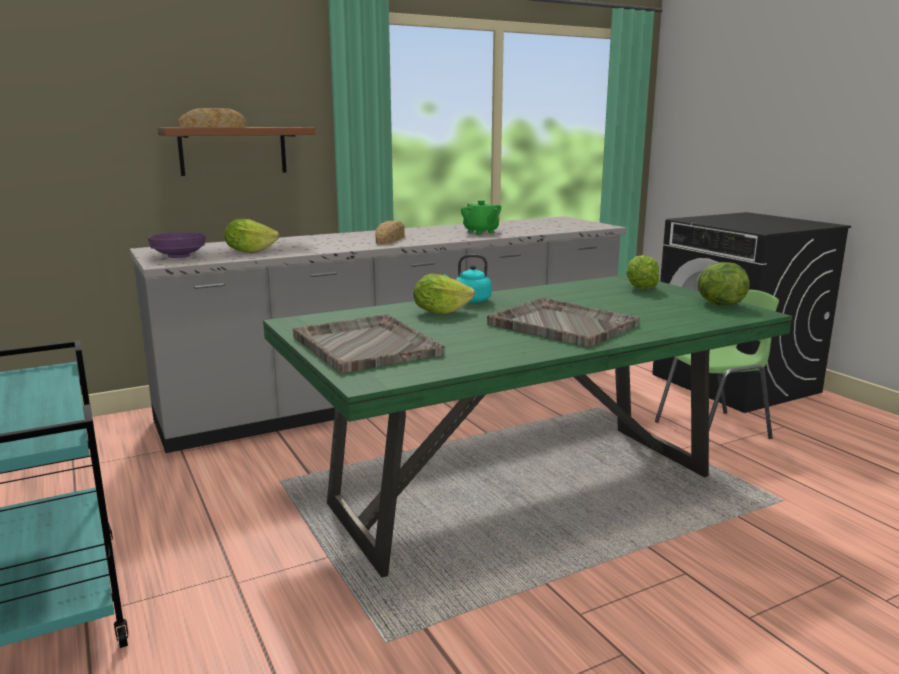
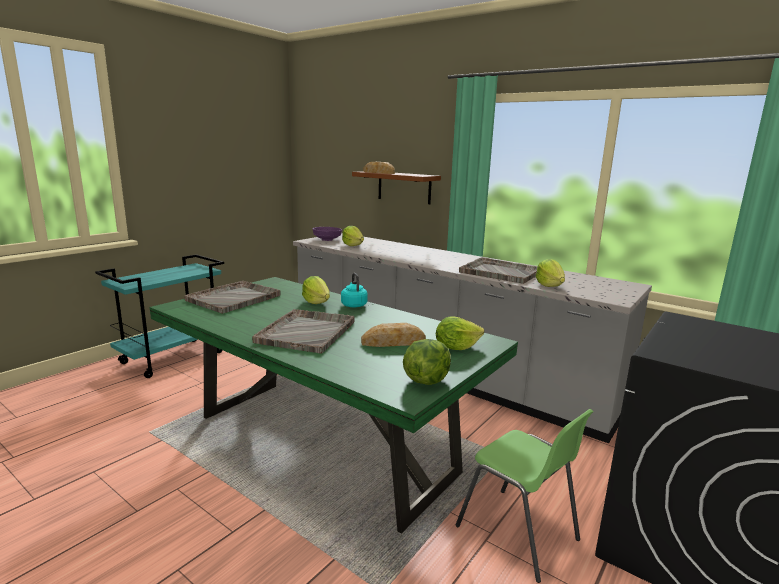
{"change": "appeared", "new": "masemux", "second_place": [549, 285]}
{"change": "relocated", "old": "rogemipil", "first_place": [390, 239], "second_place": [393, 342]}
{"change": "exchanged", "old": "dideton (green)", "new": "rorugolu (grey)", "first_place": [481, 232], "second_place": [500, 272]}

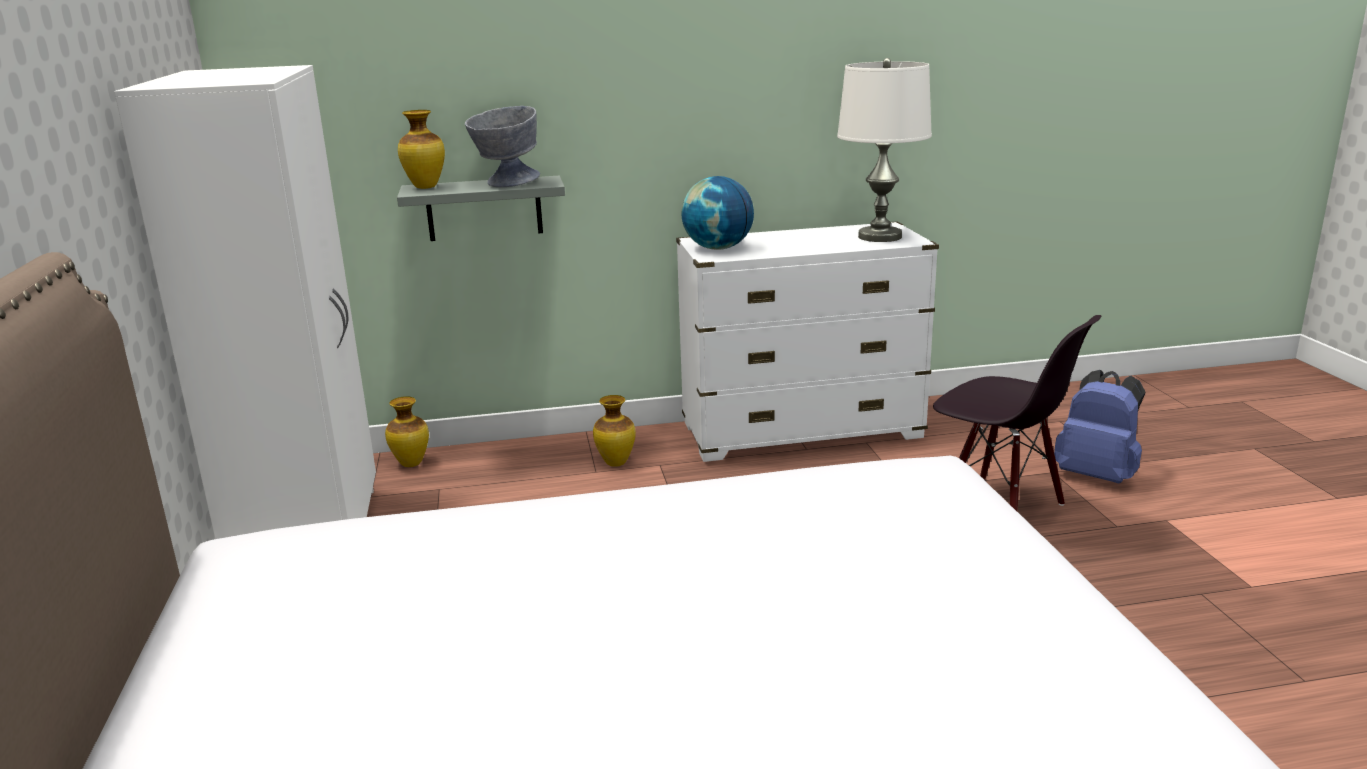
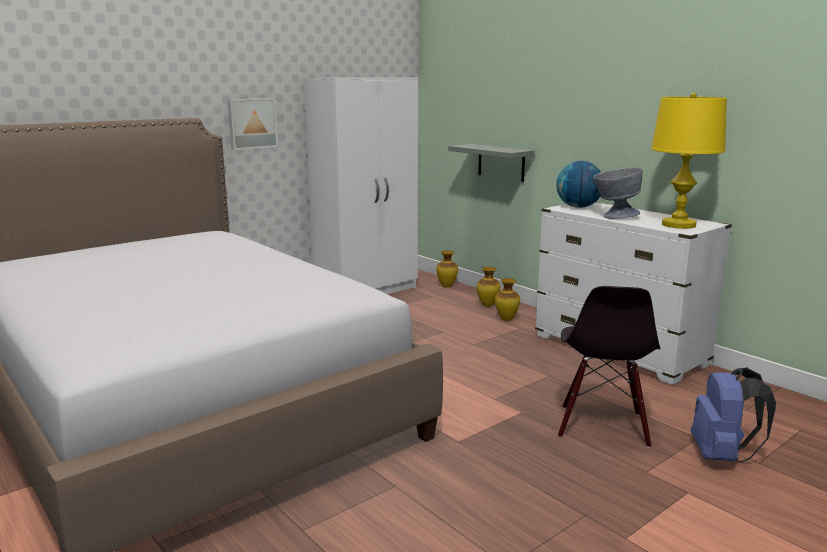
{"change": "appeared", "new": "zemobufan", "second_place": [252, 123]}
{"change": "relocated", "old": "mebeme", "first_place": [426, 187], "second_place": [488, 305]}
{"change": "relocated", "old": "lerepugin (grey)", "first_place": [507, 184], "second_place": [614, 217]}
{"change": "colour", "old": "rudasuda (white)", "new": "rudasuda (yellow)", "first_place": [880, 237], "second_place": [679, 225]}

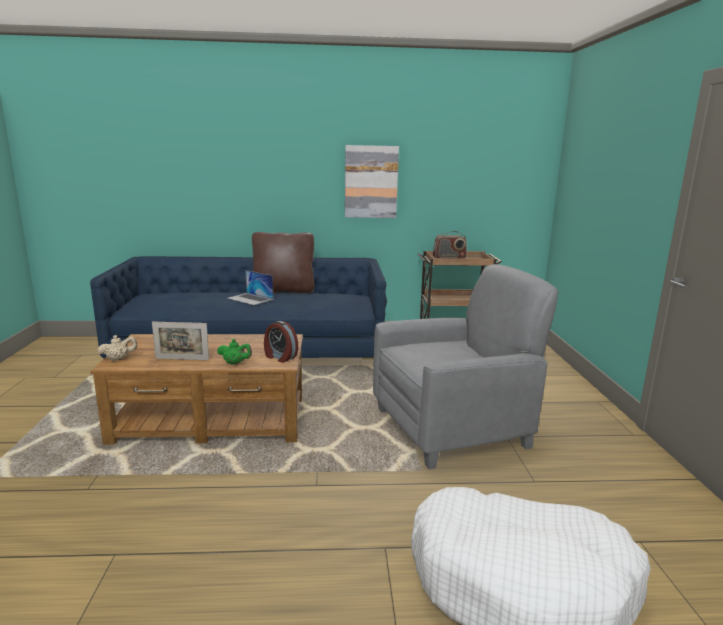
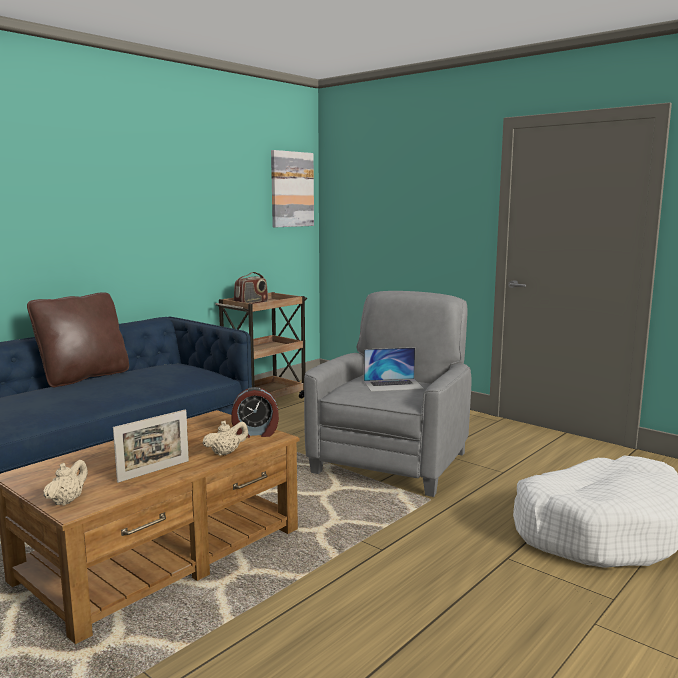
{"change": "relocated", "old": "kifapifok", "first_place": [250, 299], "second_place": [393, 385]}
{"change": "relocated", "old": "zemobufan", "first_place": [371, 182], "second_place": [291, 189]}
{"change": "colour", "old": "dideton (green)", "new": "dideton (beige)", "first_place": [235, 363], "second_place": [226, 453]}

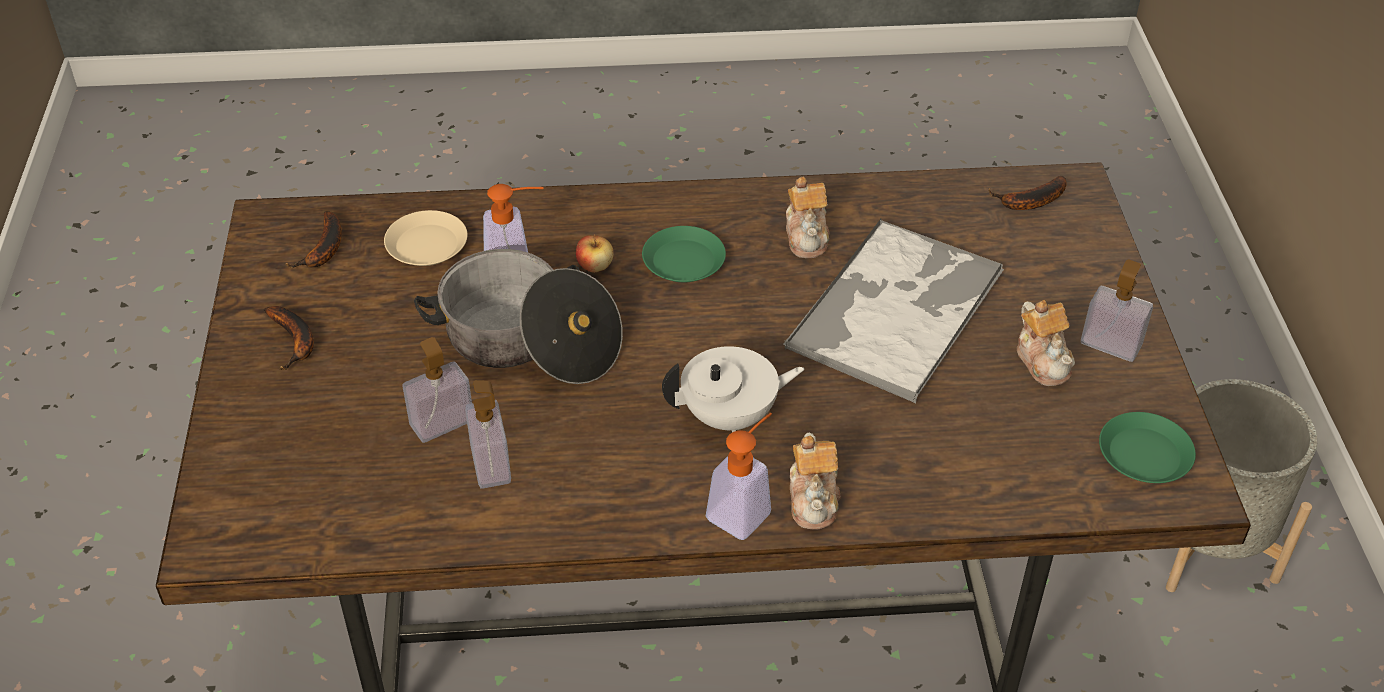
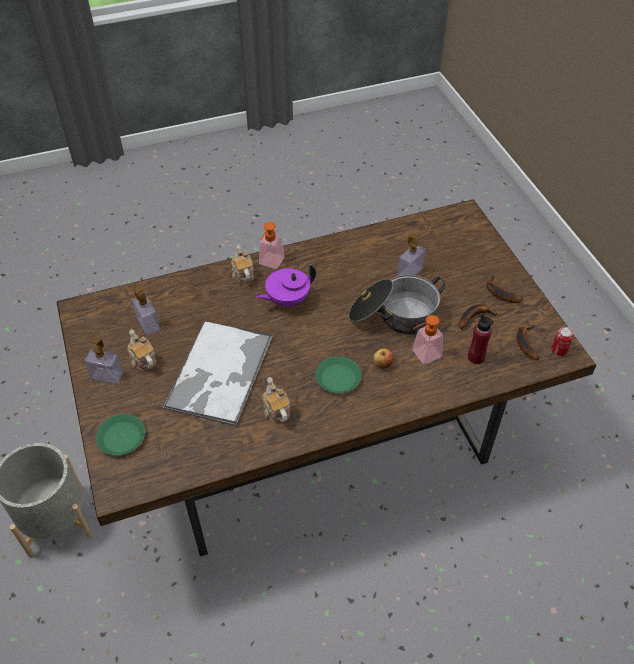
{"change": "appeared", "new": "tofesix", "second_place": [558, 350]}
{"change": "relocated", "old": "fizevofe", "first_place": [491, 465], "second_place": [148, 324]}
{"change": "relocated", "old": "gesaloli", "first_place": [1029, 202], "second_place": [474, 317]}
{"change": "relocated", "old": "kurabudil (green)", "first_place": [1145, 454], "second_place": [121, 437]}
{"change": "exchanged", "old": "kurabudil (beige)", "new": "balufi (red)", "first_place": [426, 245], "second_place": [476, 357]}
{"change": "colour", "old": "dideton (white)", "new": "dideton (purple)", "first_place": [730, 416], "second_place": [287, 300]}

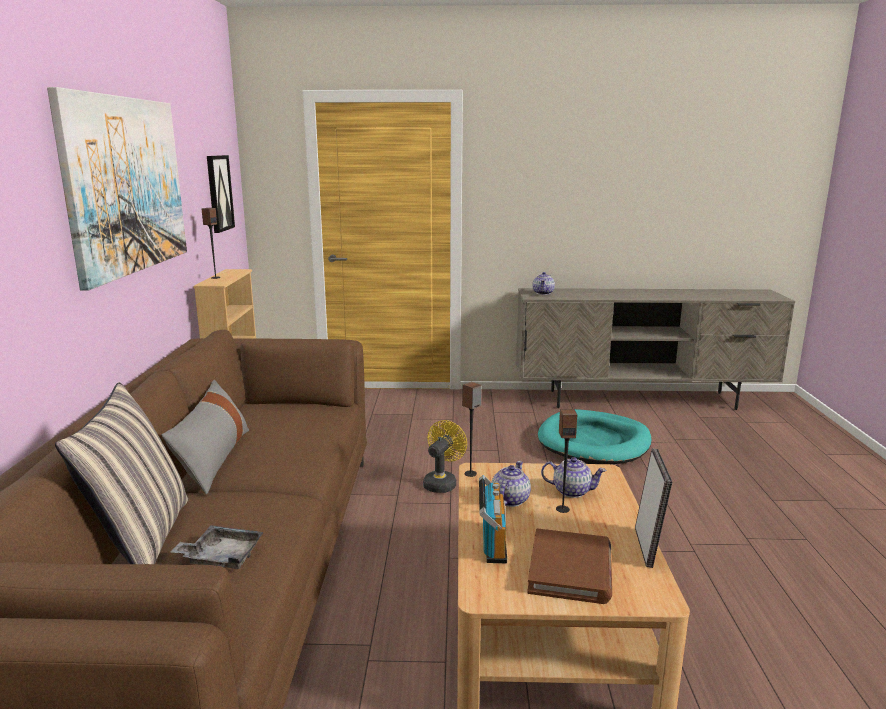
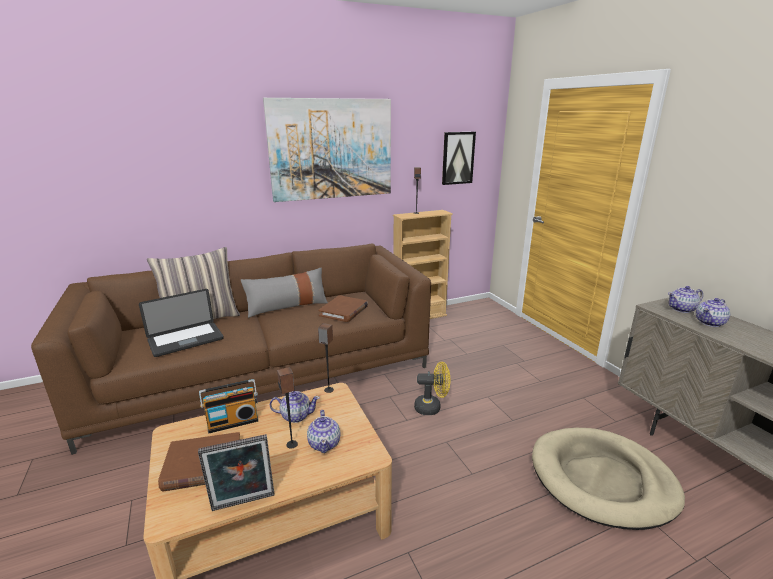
{"change": "appeared", "new": "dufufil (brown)", "second_place": [344, 311]}
{"change": "appeared", "new": "dideton", "second_place": [710, 323]}
{"change": "exchanged", "old": "rorugolu (grey)", "new": "kifapifok", "first_place": [221, 556], "second_place": [186, 340]}
{"change": "colour", "old": "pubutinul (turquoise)", "new": "pubutinul (beige)", "first_place": [594, 442], "second_place": [602, 480]}

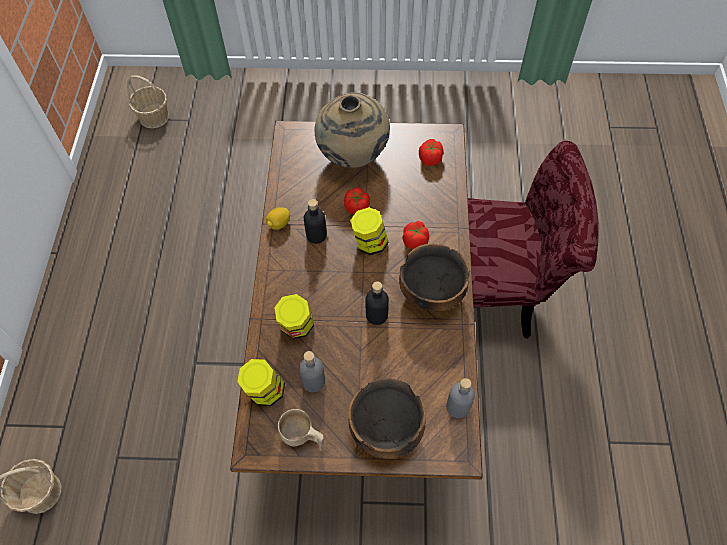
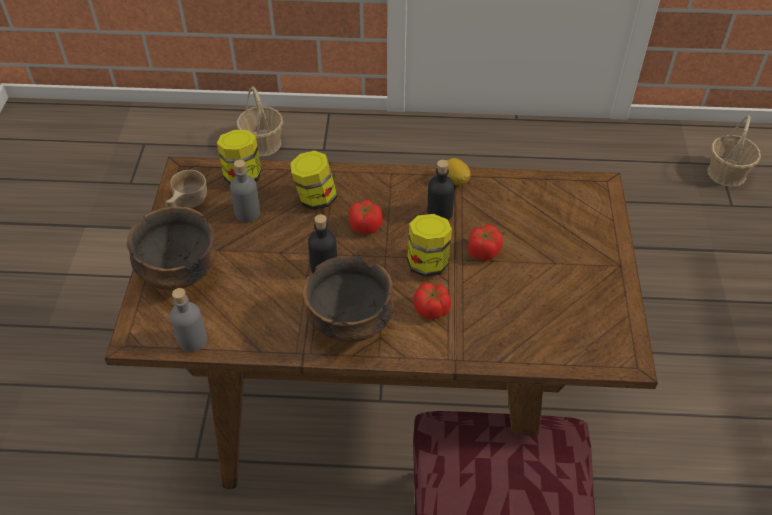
{"change": "missing", "old": "mebeme (beige)", "first_place": [353, 158]}
{"change": "relocated", "old": "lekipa", "first_place": [430, 159], "second_place": [365, 226]}

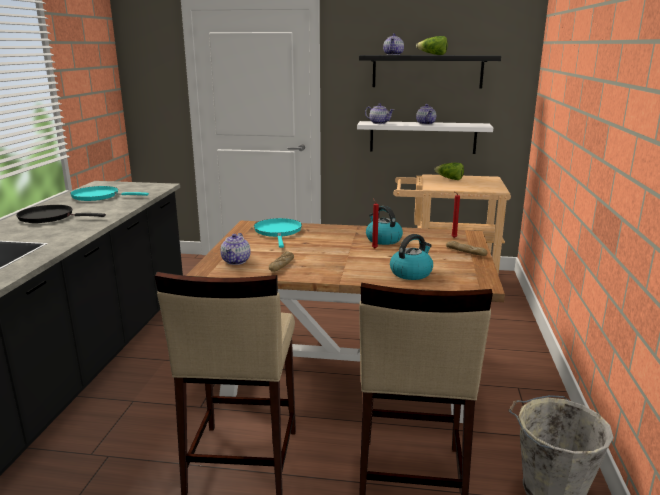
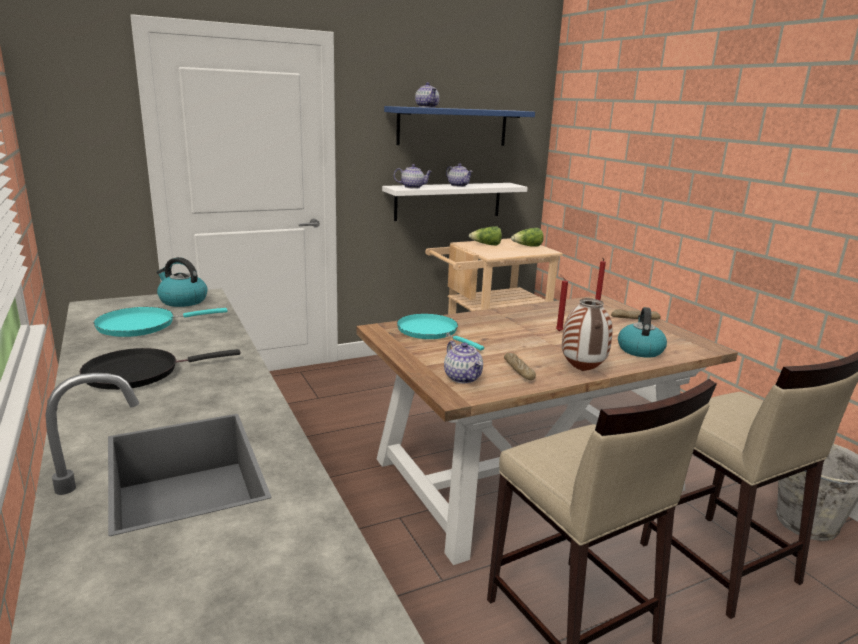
{"change": "appeared", "new": "mebeme", "second_place": [581, 370]}
{"change": "relocated", "old": "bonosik", "first_place": [383, 239], "second_place": [182, 301]}
{"change": "relocated", "old": "masemux", "first_place": [433, 54], "second_place": [527, 246]}
{"change": "colour", "old": "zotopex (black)", "new": "zotopex (blue)", "first_place": [427, 71], "second_place": [453, 127]}

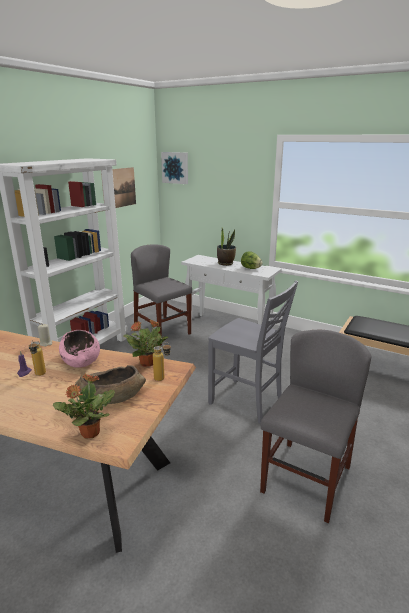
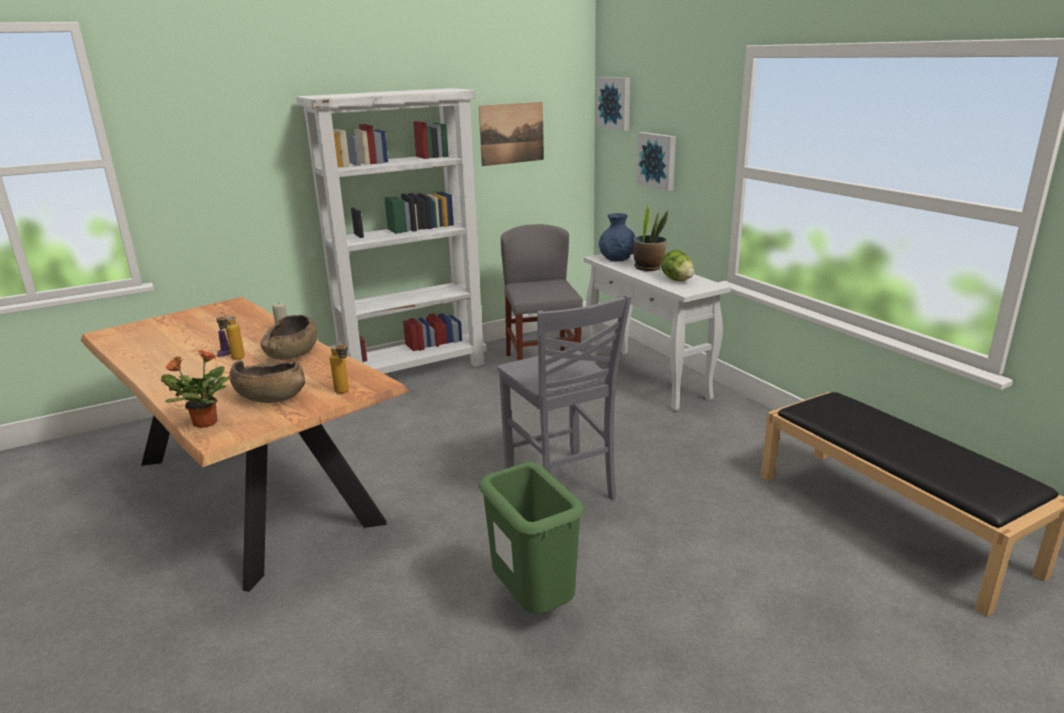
{"change": "missing", "old": "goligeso", "first_place": [147, 363]}
{"change": "appeared", "new": "mebeme (blue)", "second_place": [617, 258]}
{"change": "appeared", "new": "zemobufan", "second_place": [658, 160]}
{"change": "exchanged", "old": "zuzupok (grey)", "new": "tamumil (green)", "first_place": [306, 479], "second_place": [534, 604]}
{"change": "colour", "old": "lerepugin (pink)", "new": "lerepugin (brown)", "first_place": [81, 360], "second_place": [292, 353]}

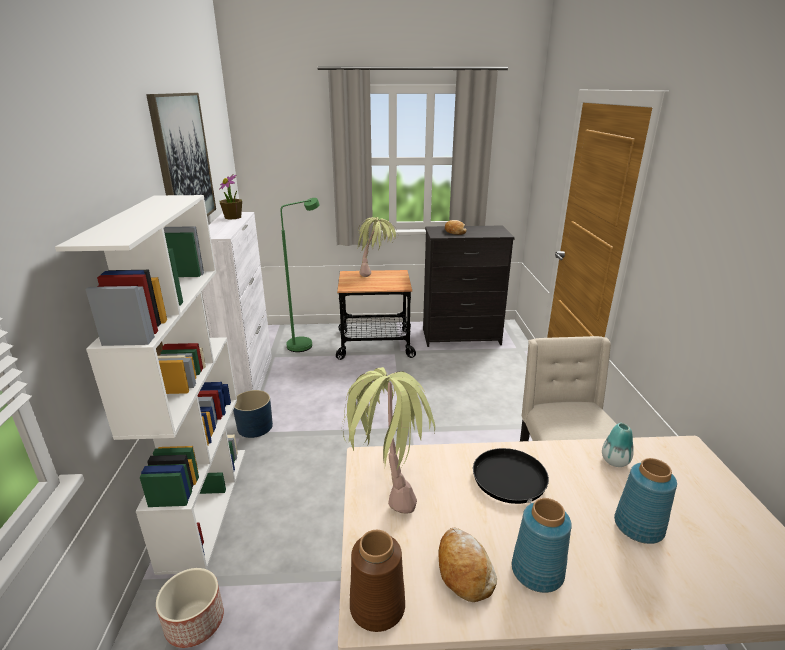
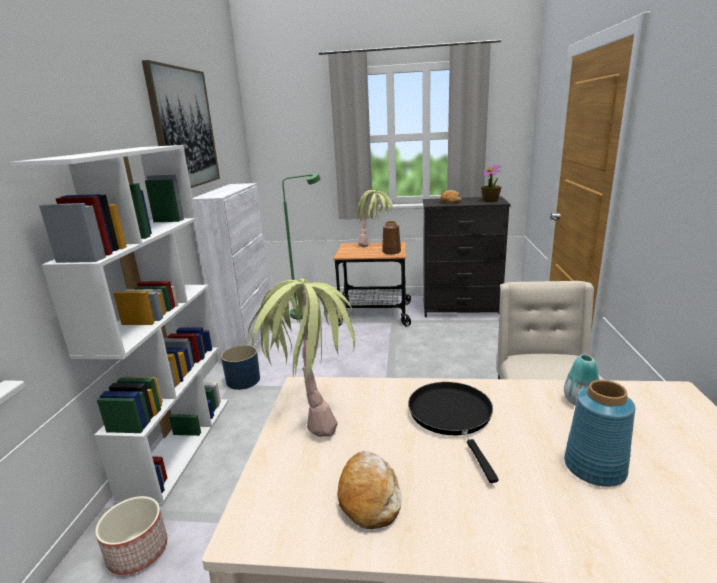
{"change": "missing", "old": "mebeme (blue)", "first_place": [538, 571]}
{"change": "relocated", "old": "goligeso", "first_place": [233, 217], "second_place": [490, 201]}
{"change": "relocated", "old": "mebeme (brown)", "first_place": [376, 607], "second_place": [391, 252]}

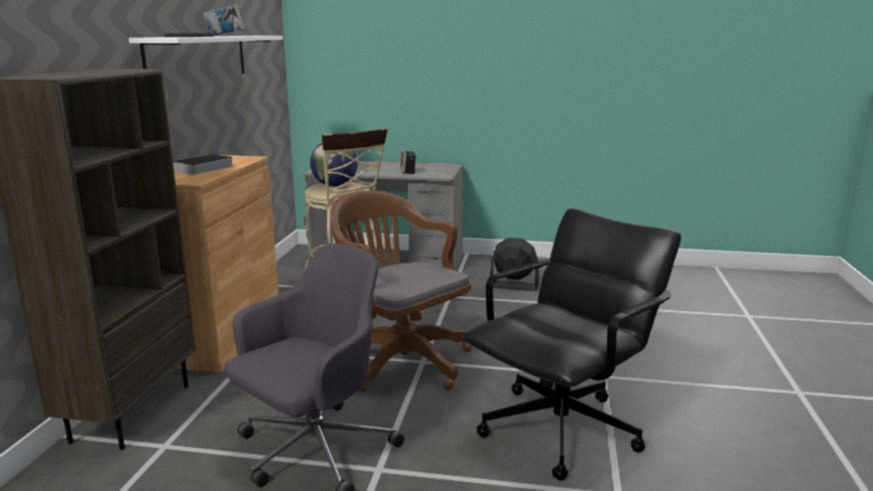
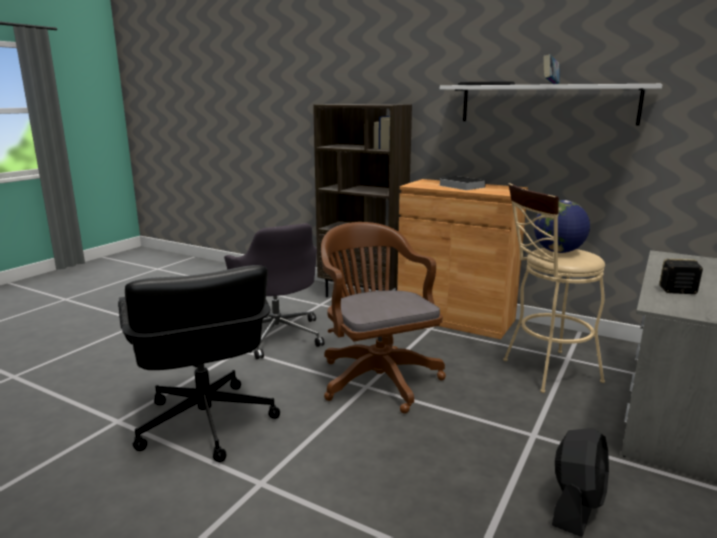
{"change": "spun", "old": "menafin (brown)", "first_place": [399, 359], "second_place": [376, 377], "degrees": -90}

